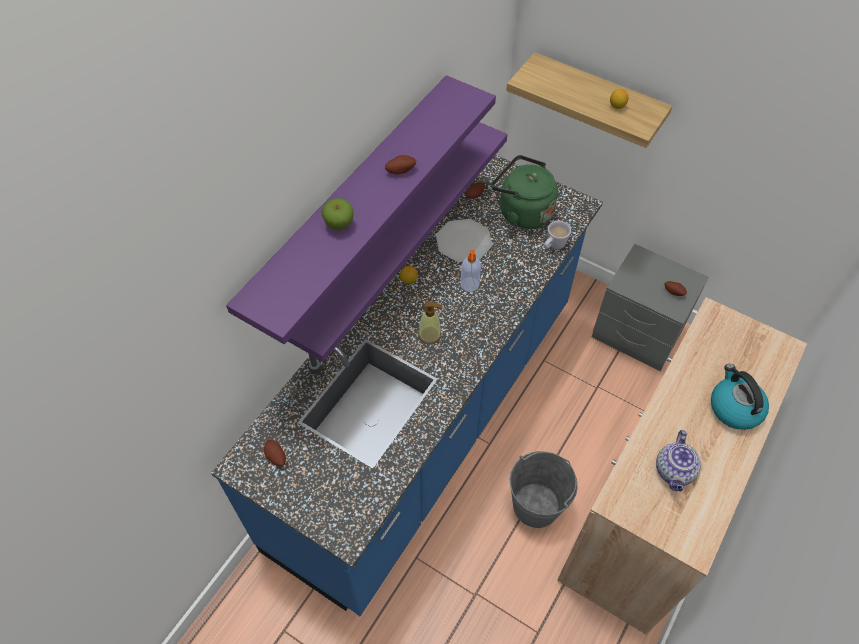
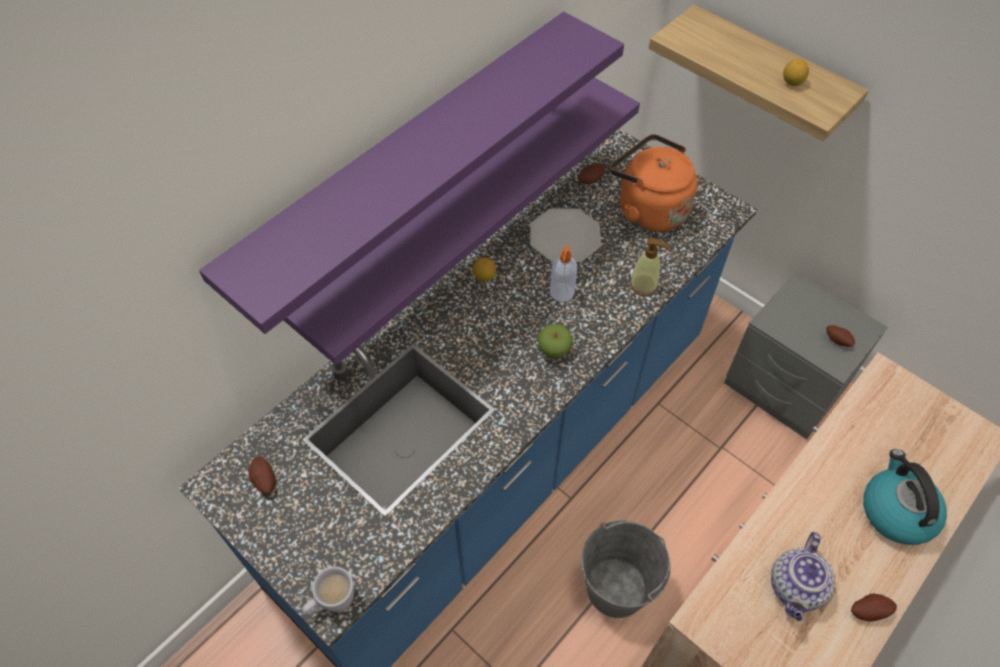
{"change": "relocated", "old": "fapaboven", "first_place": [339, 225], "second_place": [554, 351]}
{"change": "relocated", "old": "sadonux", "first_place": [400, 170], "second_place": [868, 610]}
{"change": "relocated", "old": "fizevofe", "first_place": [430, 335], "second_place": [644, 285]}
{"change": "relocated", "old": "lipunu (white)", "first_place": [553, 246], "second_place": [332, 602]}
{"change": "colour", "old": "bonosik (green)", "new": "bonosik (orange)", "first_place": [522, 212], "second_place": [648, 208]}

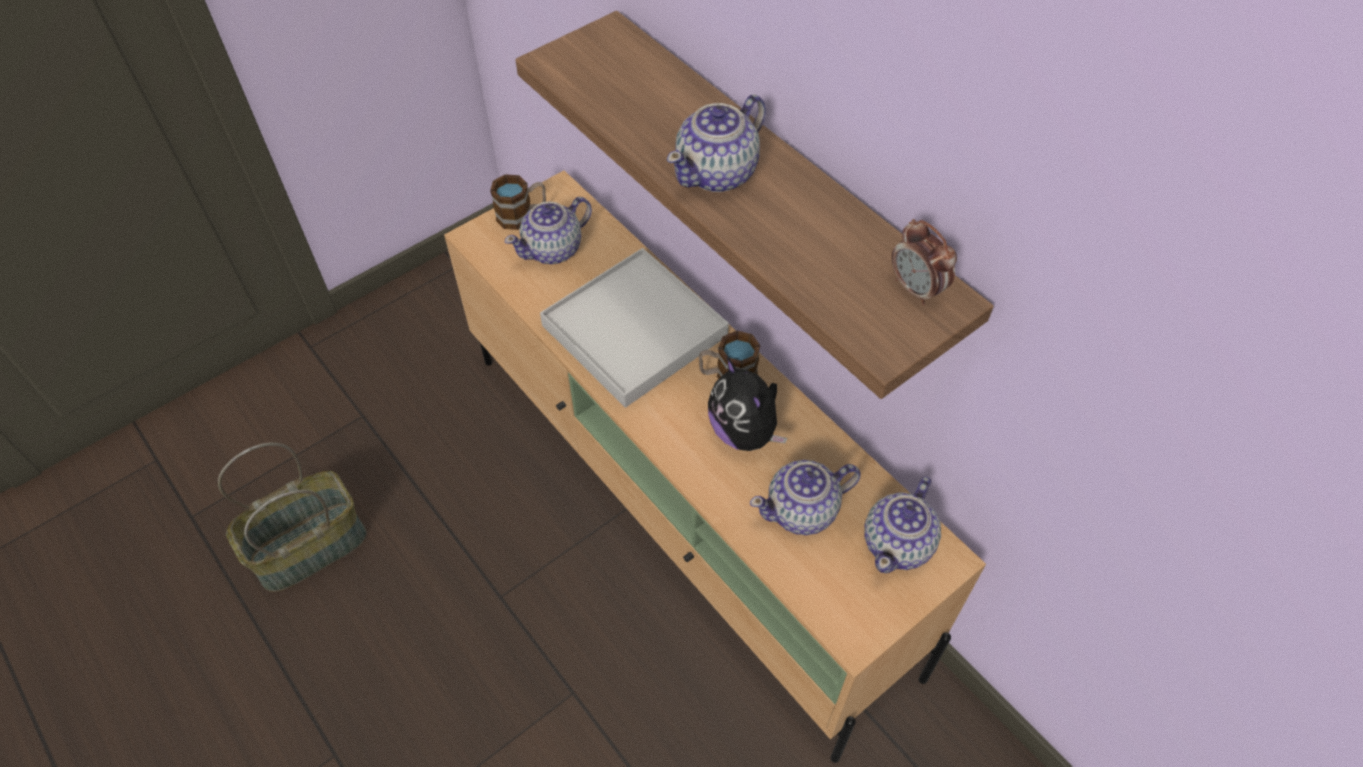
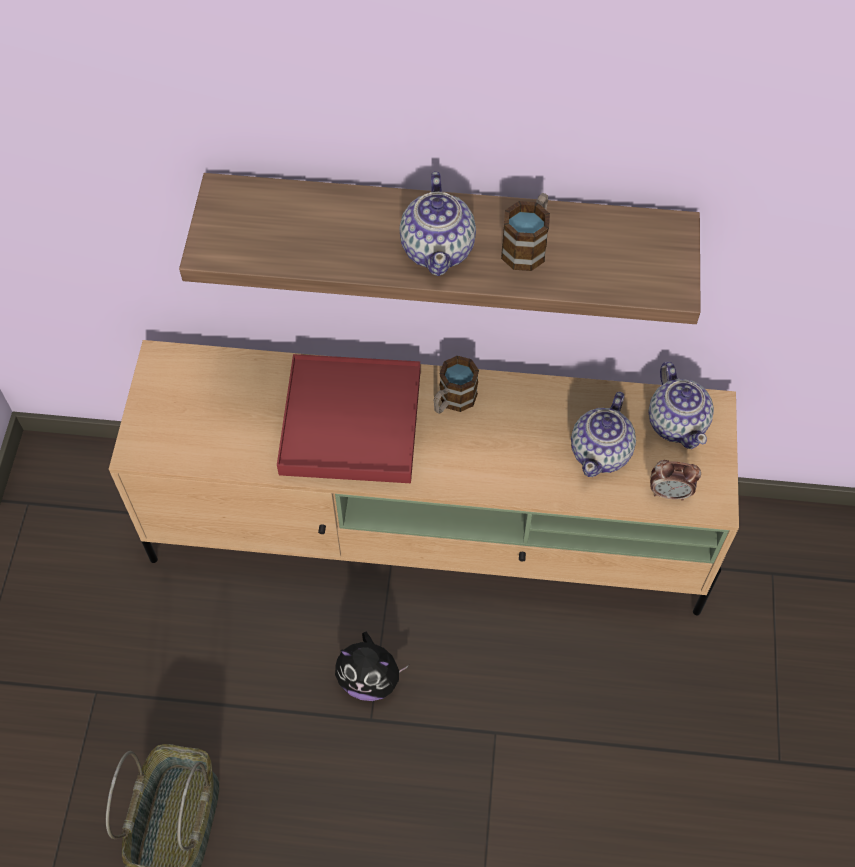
{"change": "missing", "old": "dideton", "first_place": [553, 249]}
{"change": "relocated", "old": "lipunu", "first_place": [522, 215], "second_place": [527, 245]}
{"change": "relocated", "old": "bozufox", "first_place": [745, 432], "second_place": [369, 679]}
{"change": "relocated", "old": "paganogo", "first_place": [916, 289], "second_place": [669, 493]}
{"change": "colour", "old": "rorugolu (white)", "new": "rorugolu (red)", "first_place": [634, 331], "second_place": [351, 423]}

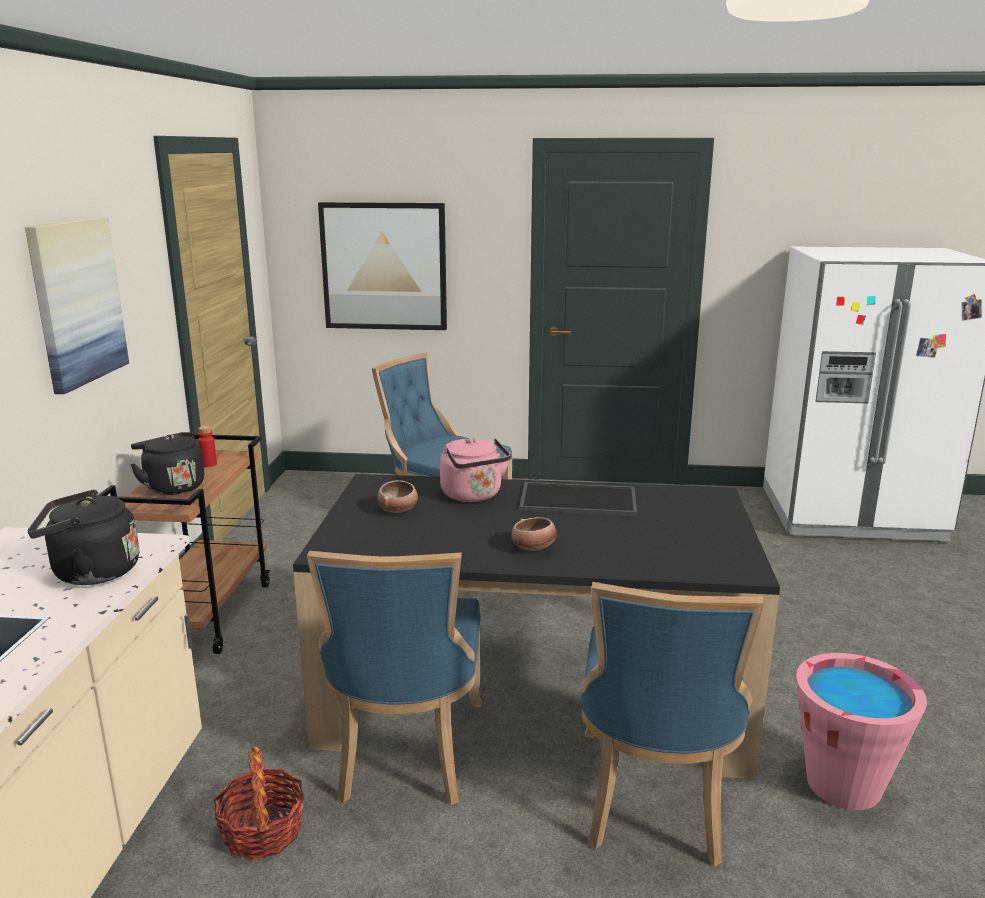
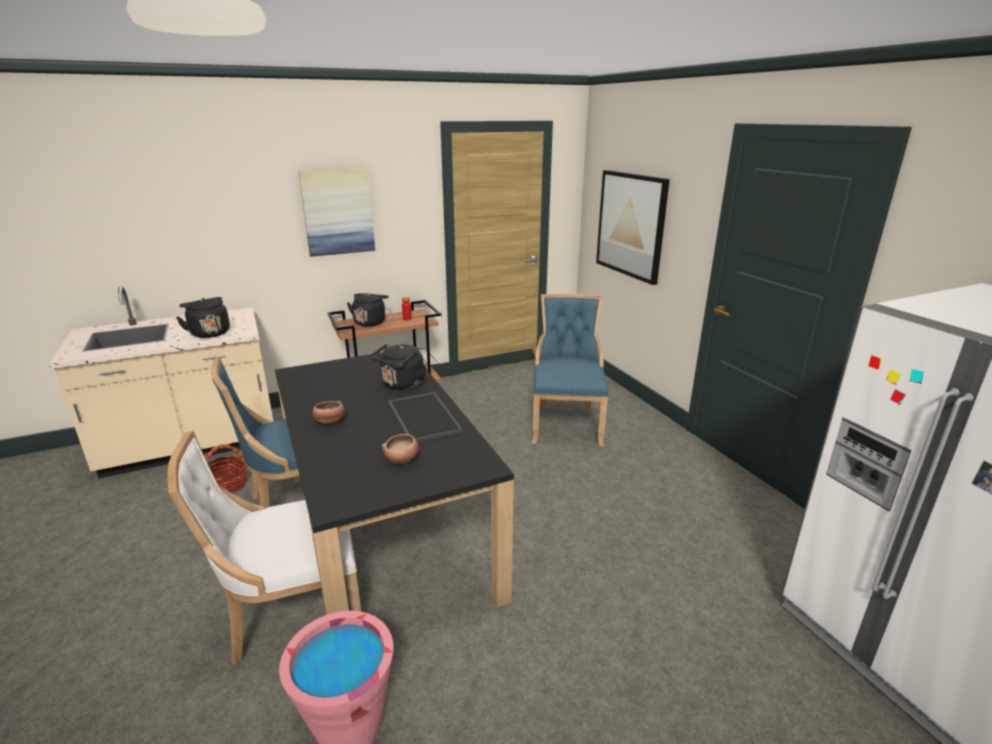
{"change": "relocated", "old": "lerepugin", "first_place": [398, 509], "second_place": [402, 459]}
{"change": "colour", "old": "bonosik (pink)", "new": "bonosik (black)", "first_place": [473, 496], "second_place": [401, 385]}
{"change": "colour", "old": "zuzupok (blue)", "new": "zuzupok (white)", "first_place": [654, 799], "second_place": [293, 615]}

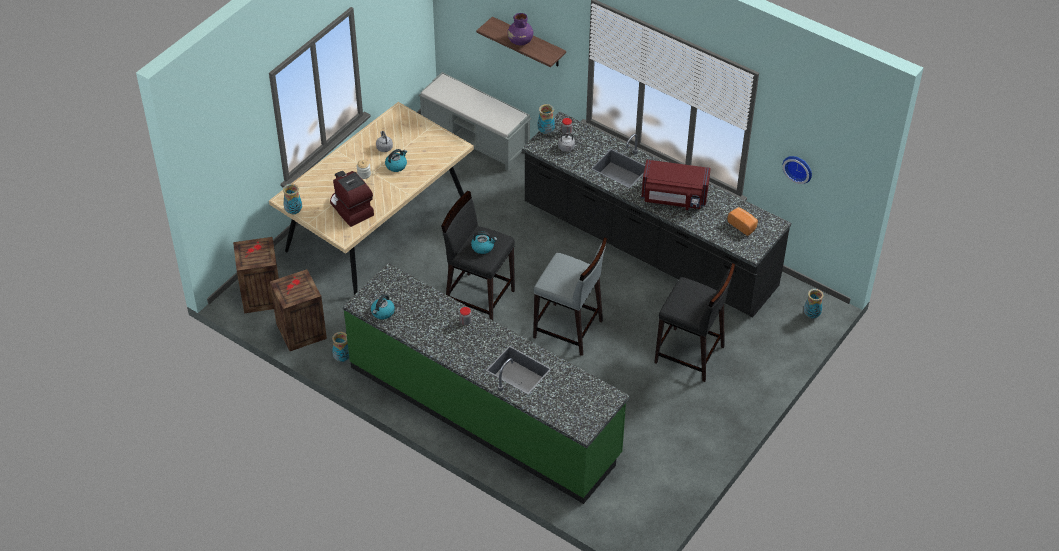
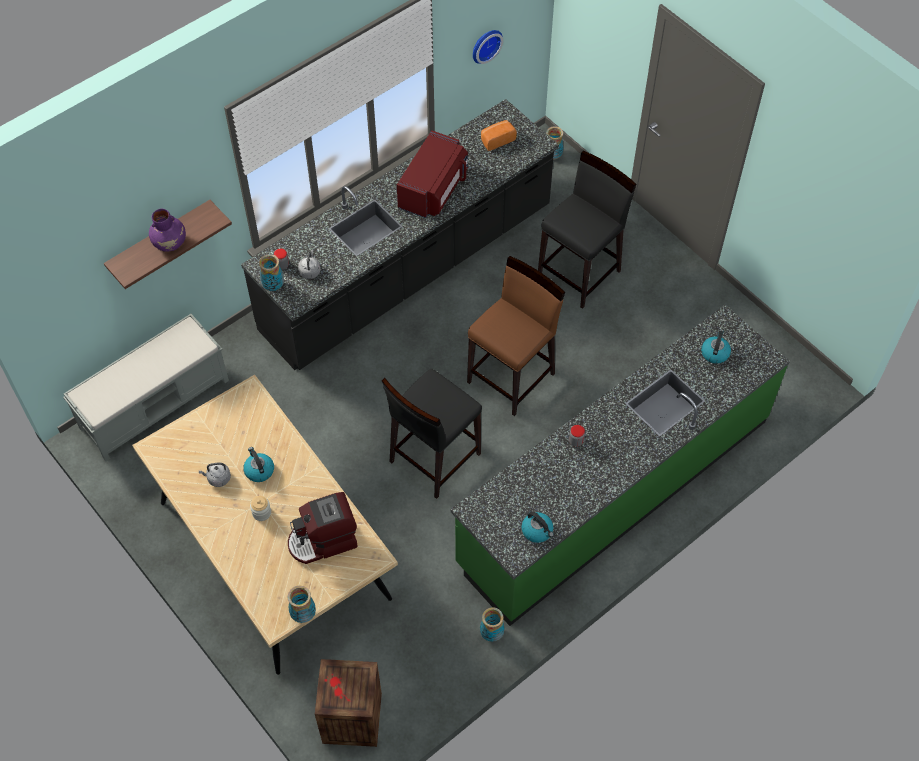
{"change": "missing", "old": "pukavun", "first_place": [300, 331]}
{"change": "relocated", "old": "bonosik", "first_place": [483, 247], "second_place": [715, 353]}
{"change": "colour", "old": "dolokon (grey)", "new": "dolokon (brown)", "first_place": [568, 330], "second_place": [512, 377]}

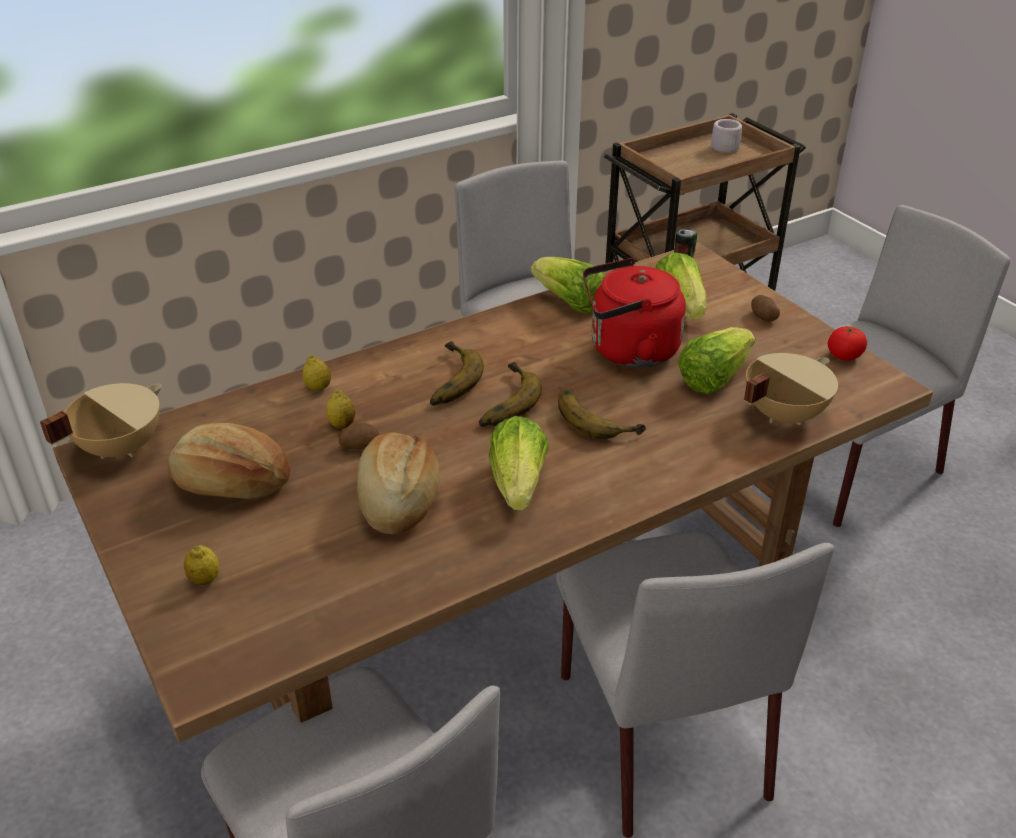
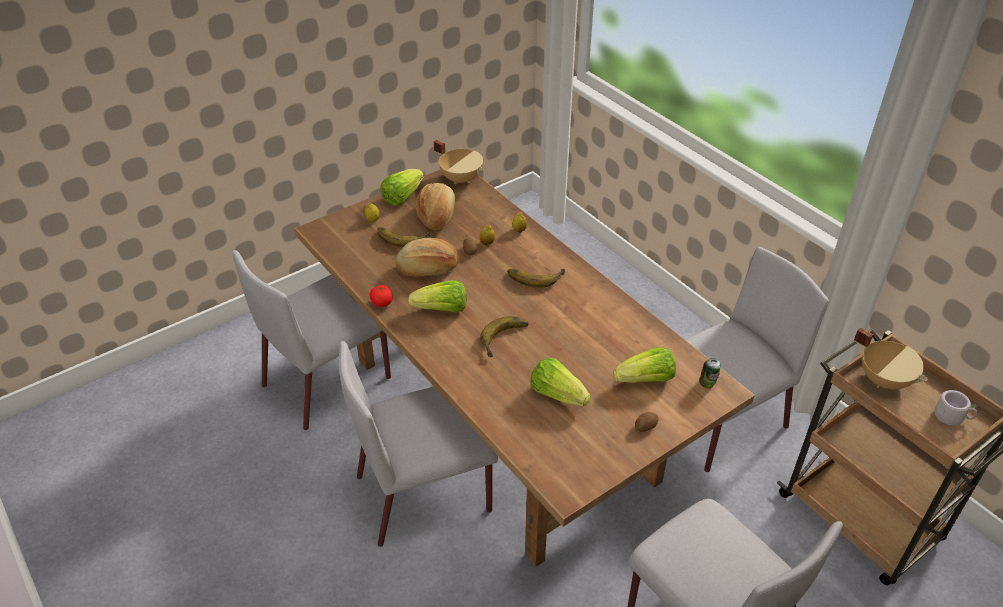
{"change": "missing", "old": "bonosik (red)", "first_place": [628, 351]}
{"change": "relocated", "old": "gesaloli", "first_place": [502, 401], "second_place": [402, 236]}
{"change": "relocated", "old": "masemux", "first_place": [569, 303], "second_place": [402, 197]}
{"change": "relocated", "old": "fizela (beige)", "first_place": [782, 414], "second_place": [884, 379]}
{"change": "relocated", "old": "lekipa", "first_place": [844, 356], "second_place": [382, 303]}

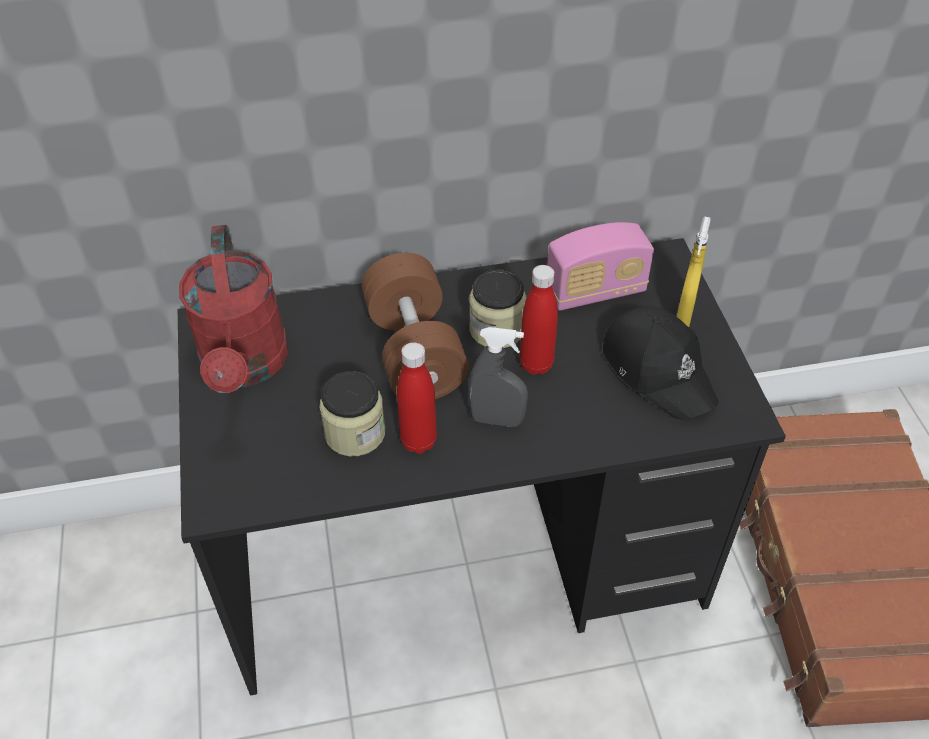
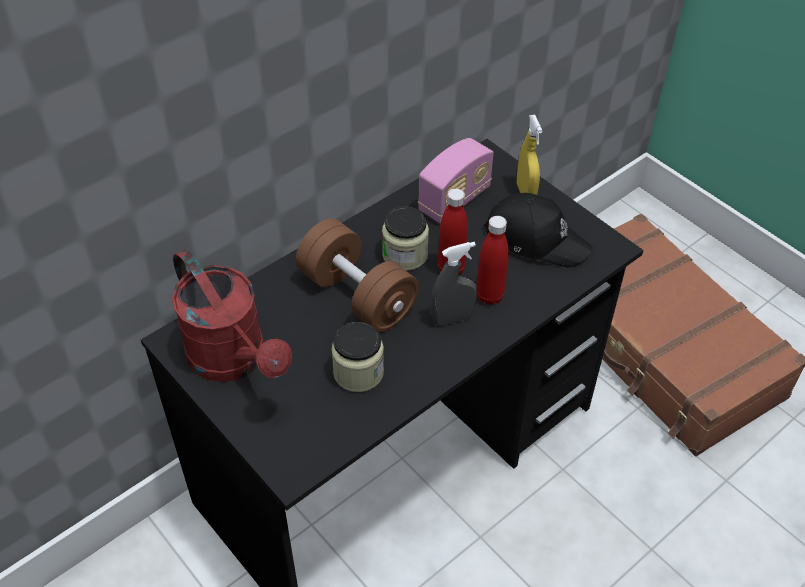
{"change": "relocated", "old": "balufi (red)", "first_place": [418, 441], "second_place": [489, 296]}

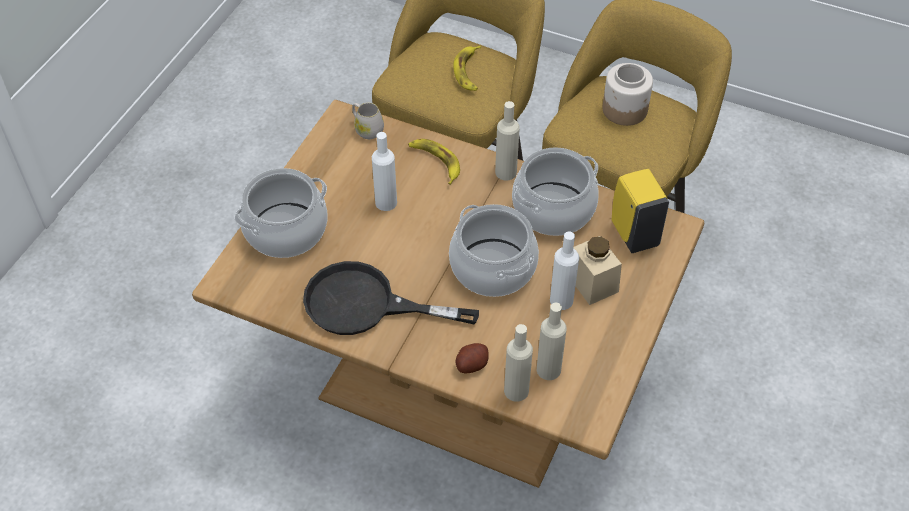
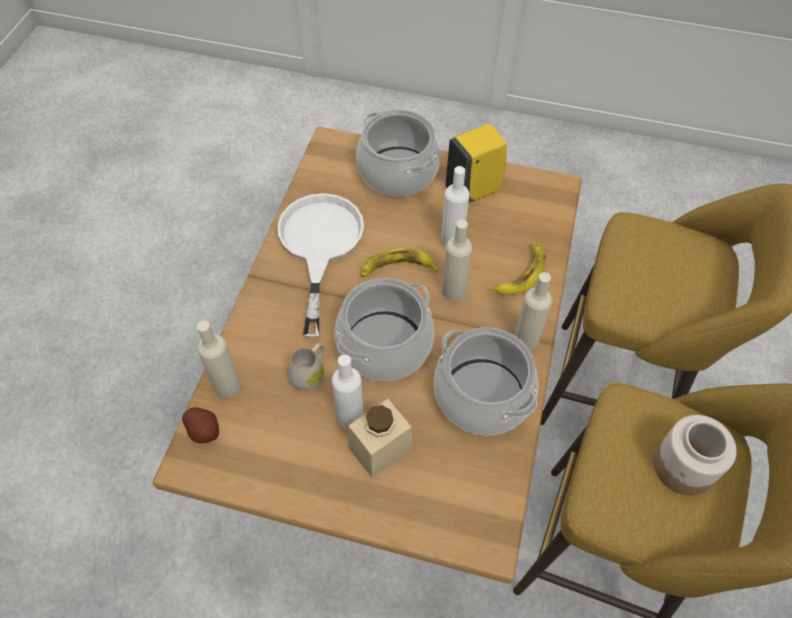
{"change": "relocated", "old": "lipunu (white)", "first_place": [366, 129], "second_place": [310, 373]}
{"change": "relocated", "old": "gesaloli", "first_place": [469, 72], "second_place": [397, 268]}
{"change": "relocated", "old": "sadonux", "first_place": [471, 364], "second_place": [204, 430]}
{"change": "relocated", "old": "balufi (beige)", "first_place": [548, 369], "second_place": [453, 291]}
{"change": "relocated", "old": "fizevofe (yellow)", "first_place": [633, 233], "second_place": [474, 190]}
{"change": "colour", "old": "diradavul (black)", "new": "diradavul (white)", "first_place": [366, 305], "second_place": [319, 246]}

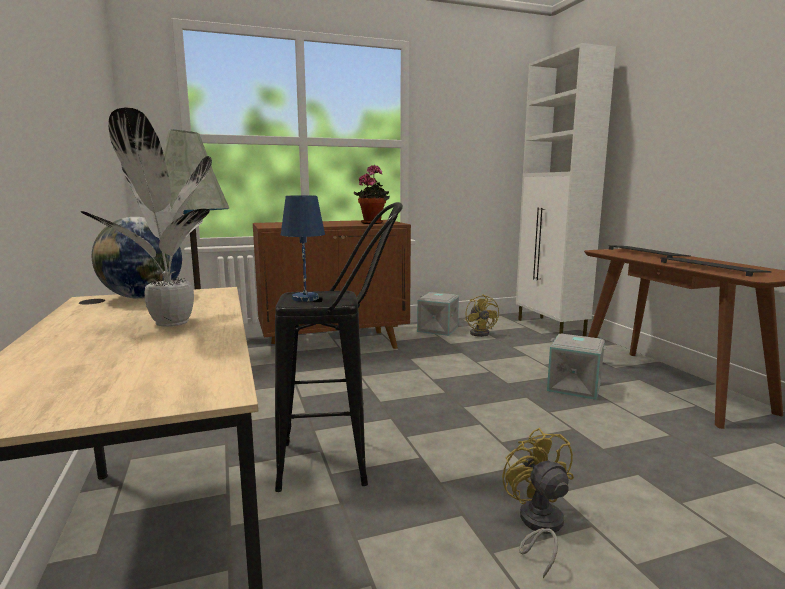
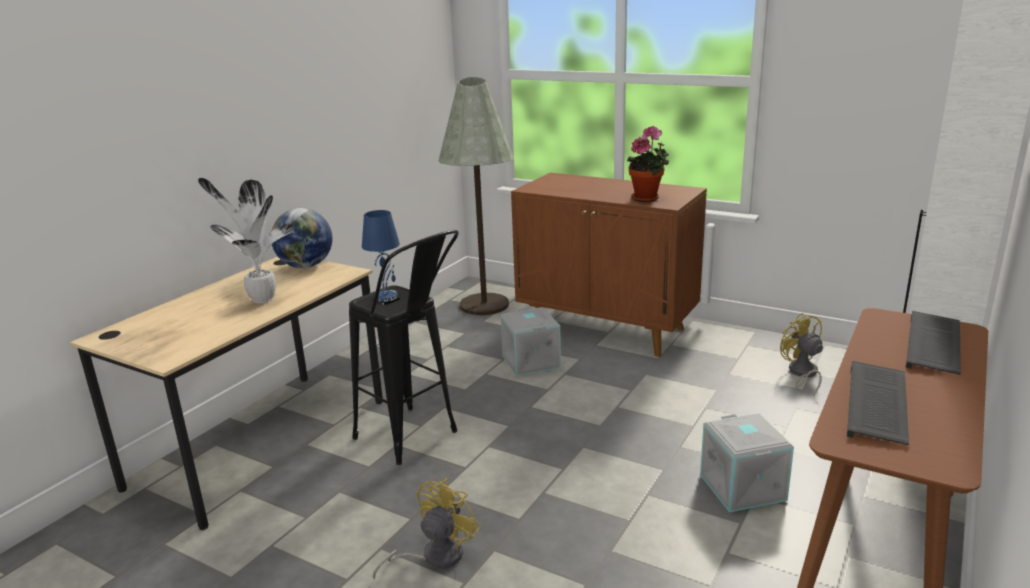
{"change": "relocated", "old": "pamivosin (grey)", "first_place": [437, 329], "second_place": [529, 362]}
{"change": "spun", "old": "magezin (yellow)", "first_place": [481, 333], "second_place": [802, 374], "degrees": 120}

